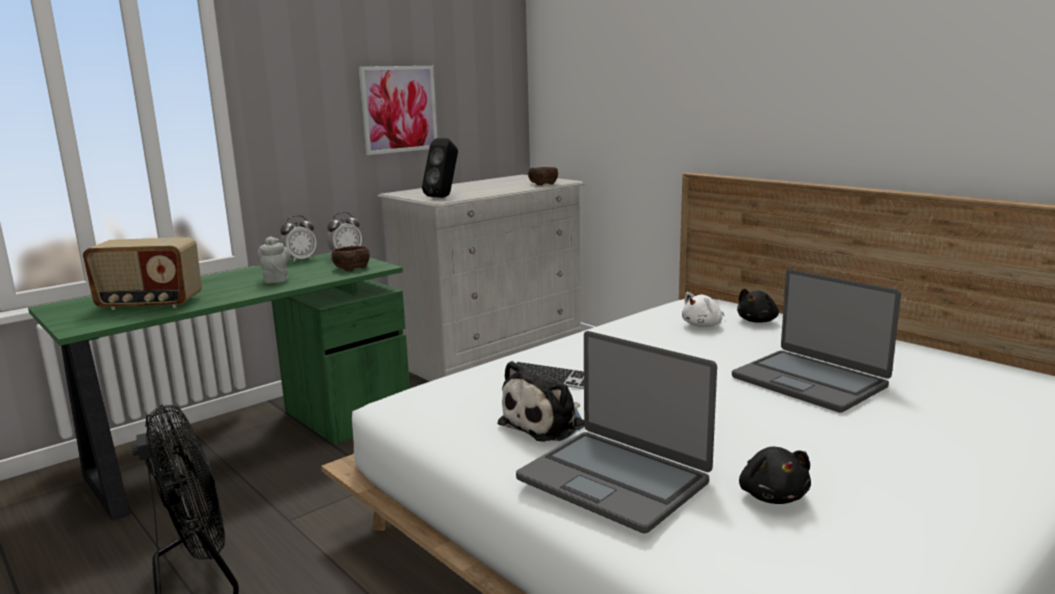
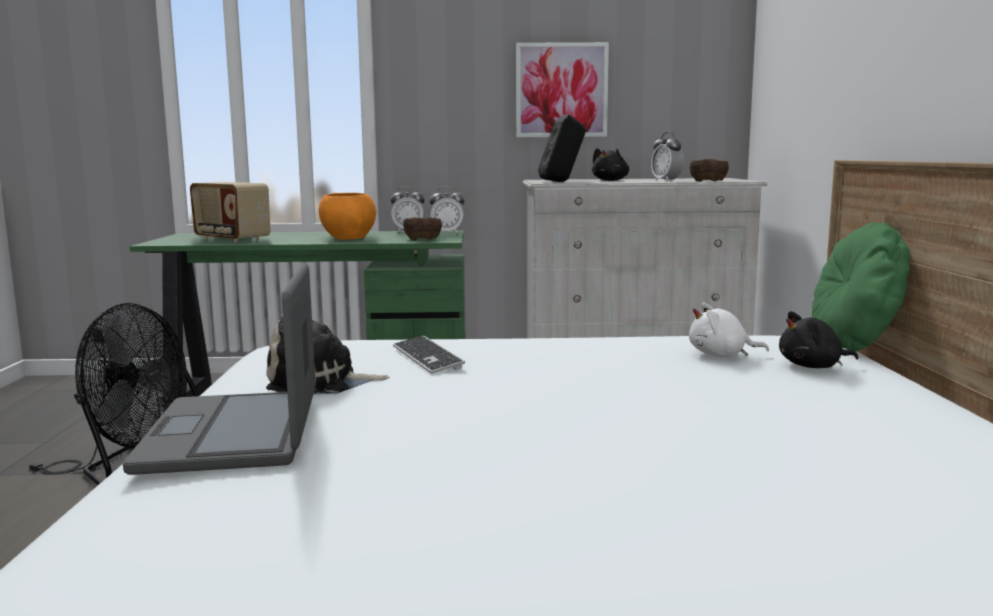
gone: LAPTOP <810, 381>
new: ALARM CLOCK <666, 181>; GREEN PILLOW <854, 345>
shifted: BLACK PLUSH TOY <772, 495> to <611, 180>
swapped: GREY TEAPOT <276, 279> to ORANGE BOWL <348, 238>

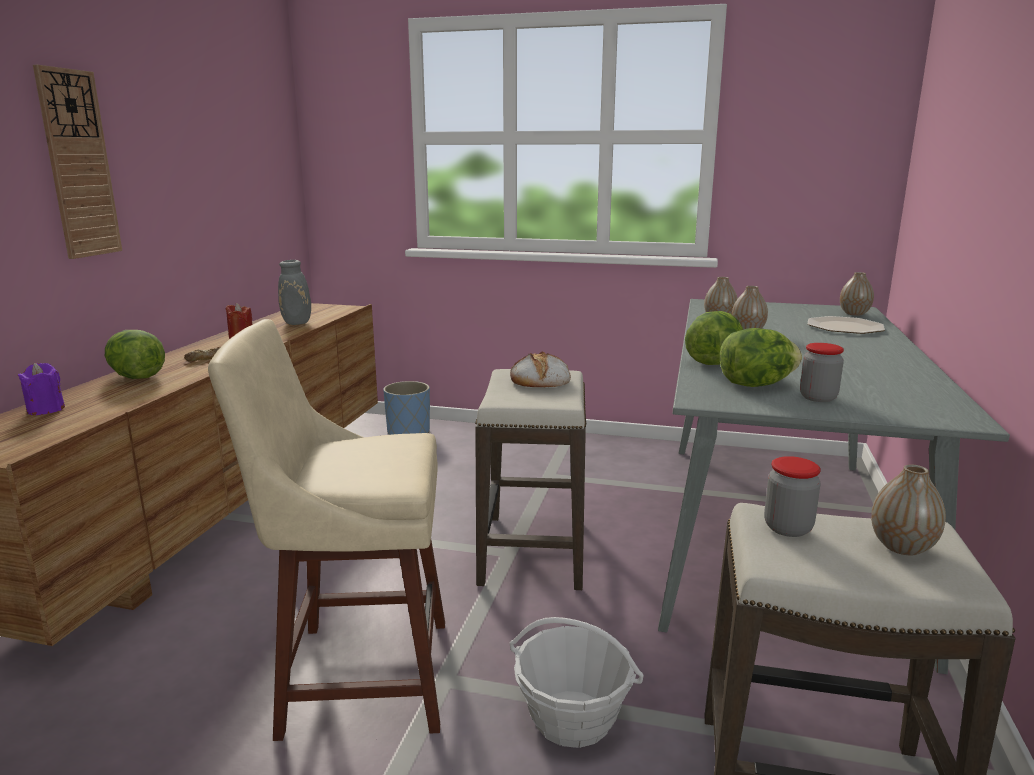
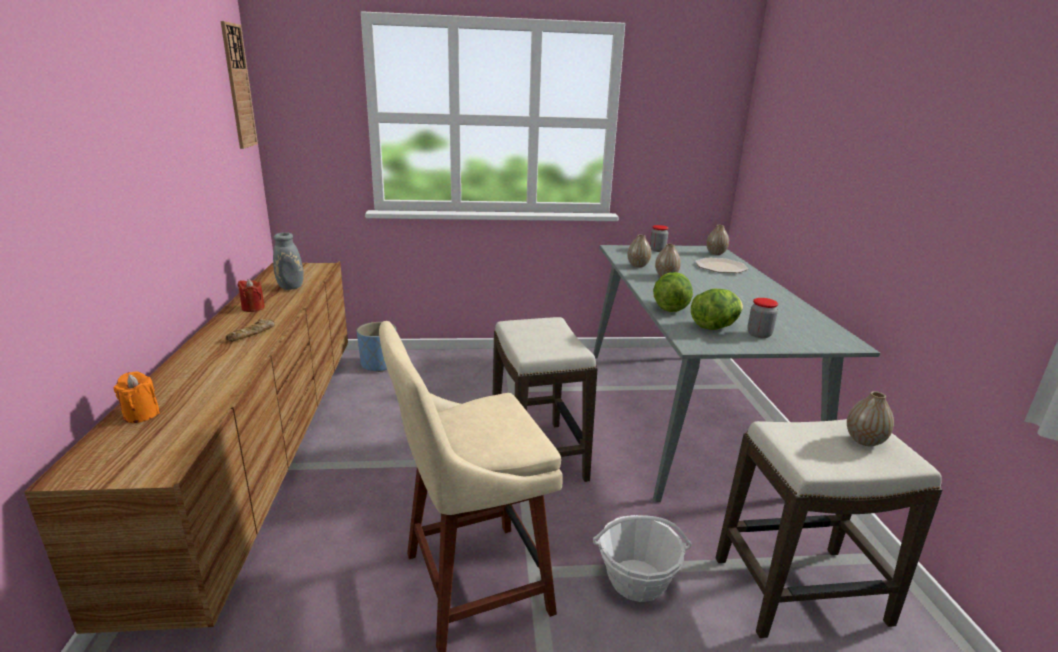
gone: LETTUCE <136, 377>; BREAD <539, 379>
shifted: WALL CLOCK <78, 165> to <238, 86>; JAR <788, 528> to <657, 250>
repainted: PURPLE CANDLE <46, 409> to ORANGE CANDLE <141, 414>

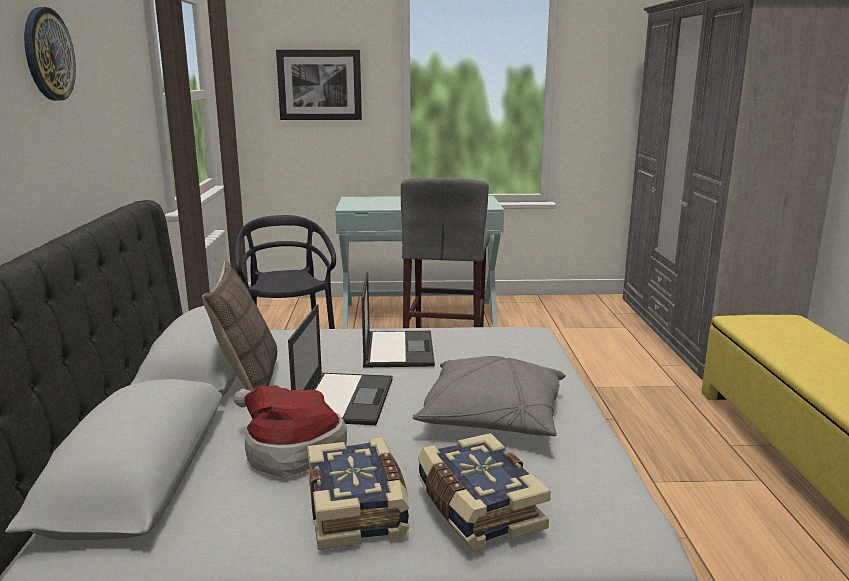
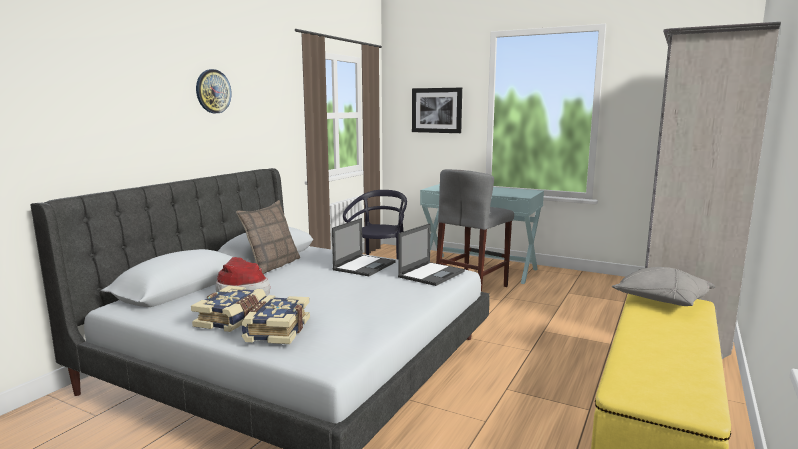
shifted: LAPTOP <345, 398> to <432, 274>; GREY PILLOW <493, 419> to <661, 300>

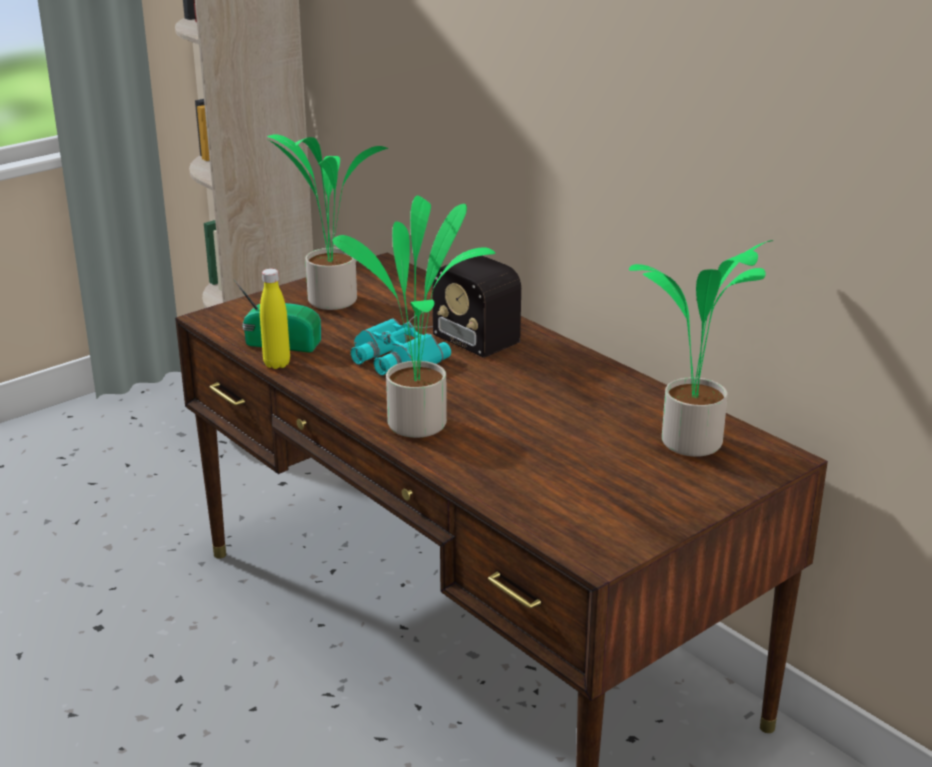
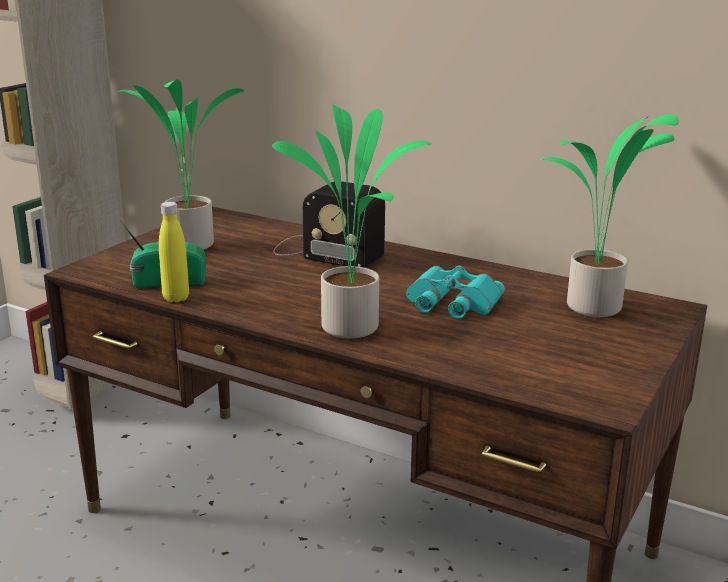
shifted: TURQUOISE BINOCULARS <394, 358> to <451, 303>

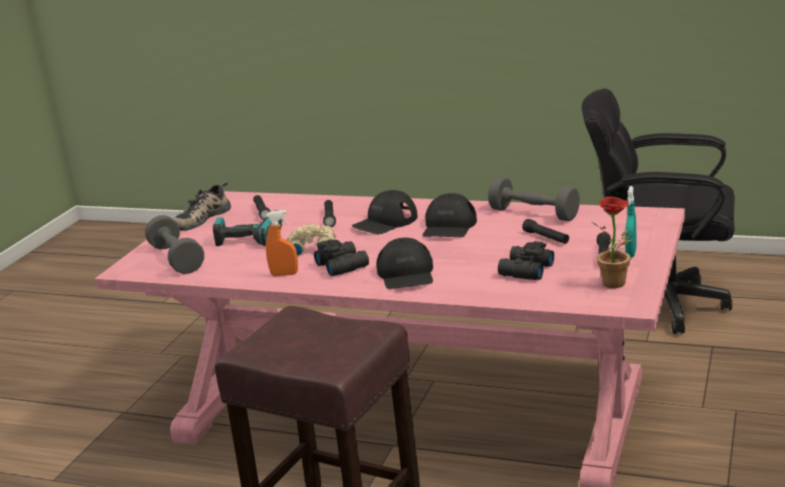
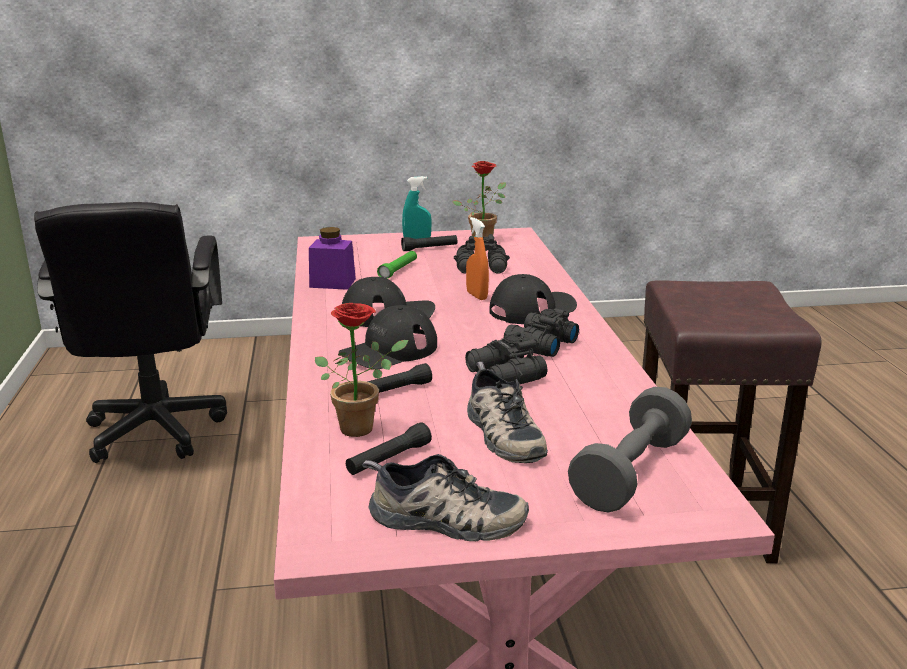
new: POTTED PLANT <363, 426>
shifted: ORANGE SPRAY BOTTLE <284, 274> to <476, 296>
swapped: GREY DUMBBELL <534, 214> to PURPLE JAR <332, 283>; POWER DRILL <251, 237> to SHOE <501, 433>
repainted: BLACK FLASHLIGHT <546, 238> to GREEN FLASHLIGHT <398, 270>; BEIGE BINOCULARS <311, 248> to BLACK BINOCULARS <504, 376>
rotated: BLACK CAP <385, 222> = <389, 350> 120 degrees clockwise

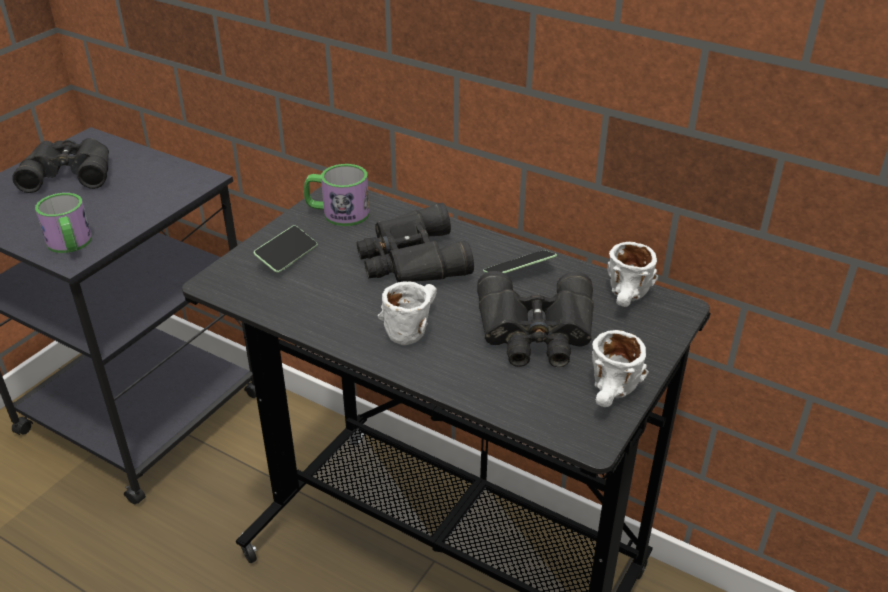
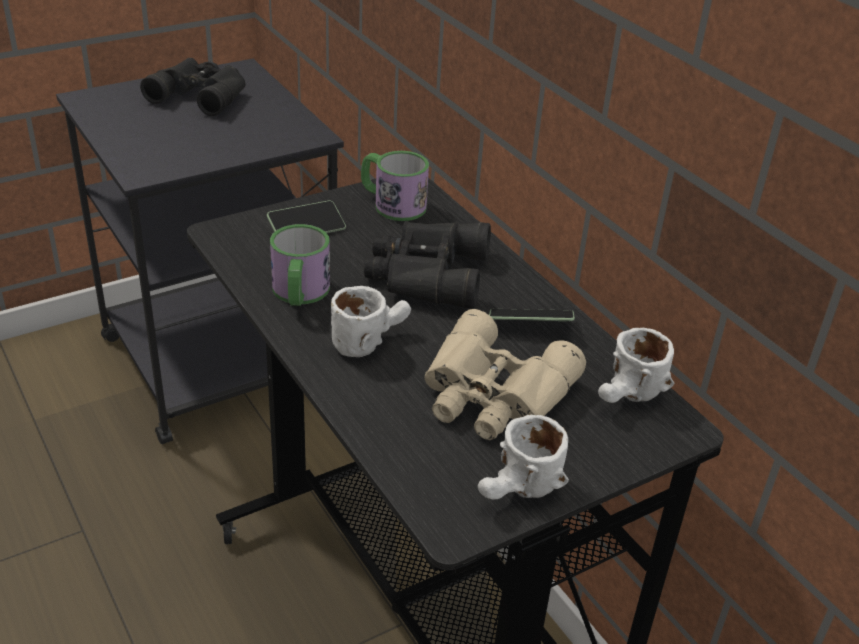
shifted: MUG <70, 245> to <299, 294>
repainted: BLACK BINOCULARS <536, 332> to BEIGE BINOCULARS <493, 394>

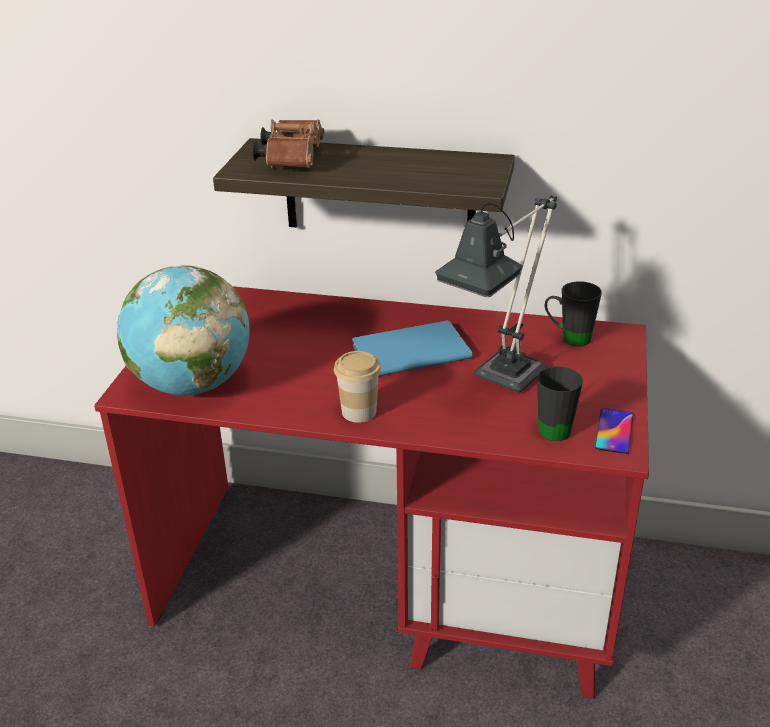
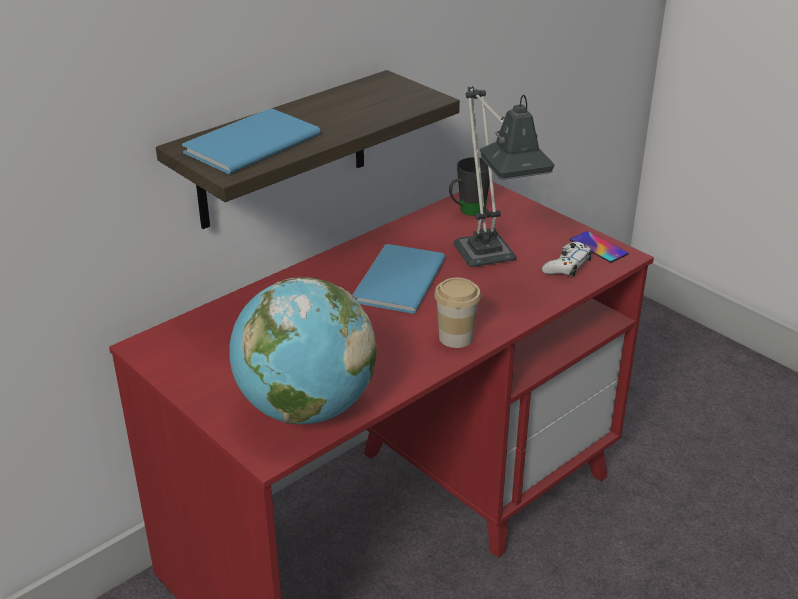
swapped: BROWN BINOCULARS <292, 159> to BLUE BOOK <247, 144>; BLACK MUG <553, 425> to WHITE GAME CONTROLLER <567, 266>

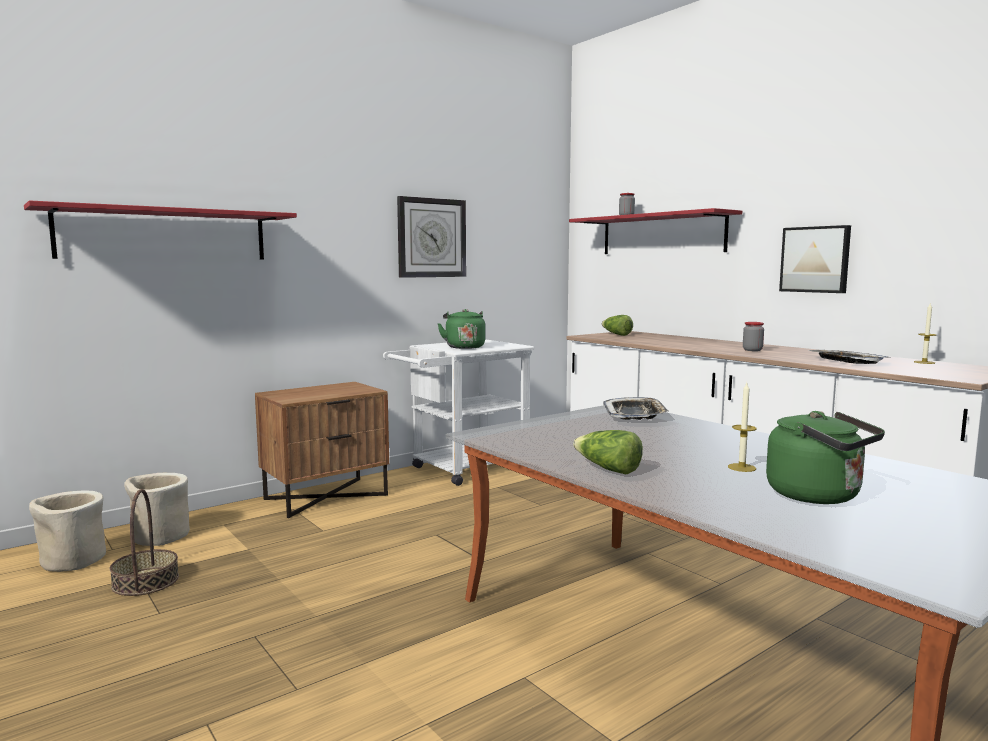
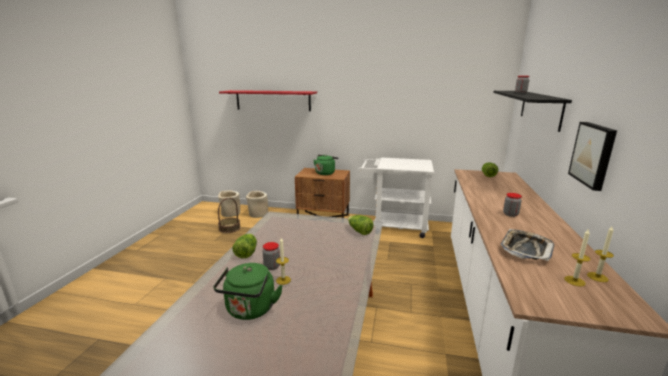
gone: WALL CLOCK <431, 238>
new: JAR <272, 266>; CANDLE <574, 281>
shifted: GREEN KETTLE <464, 347> to <325, 173>
swapped: TRAY <635, 414> to LETTUCE <359, 231>
repainted: RED SHELF <661, 234> to BLACK SHELF <540, 108>

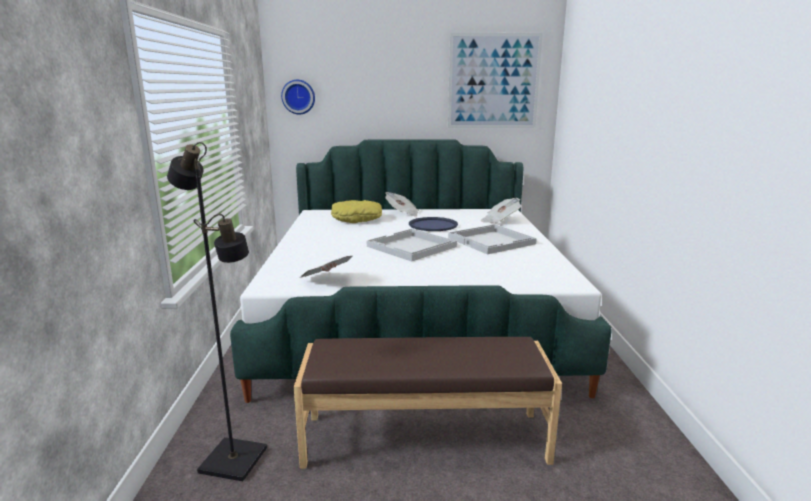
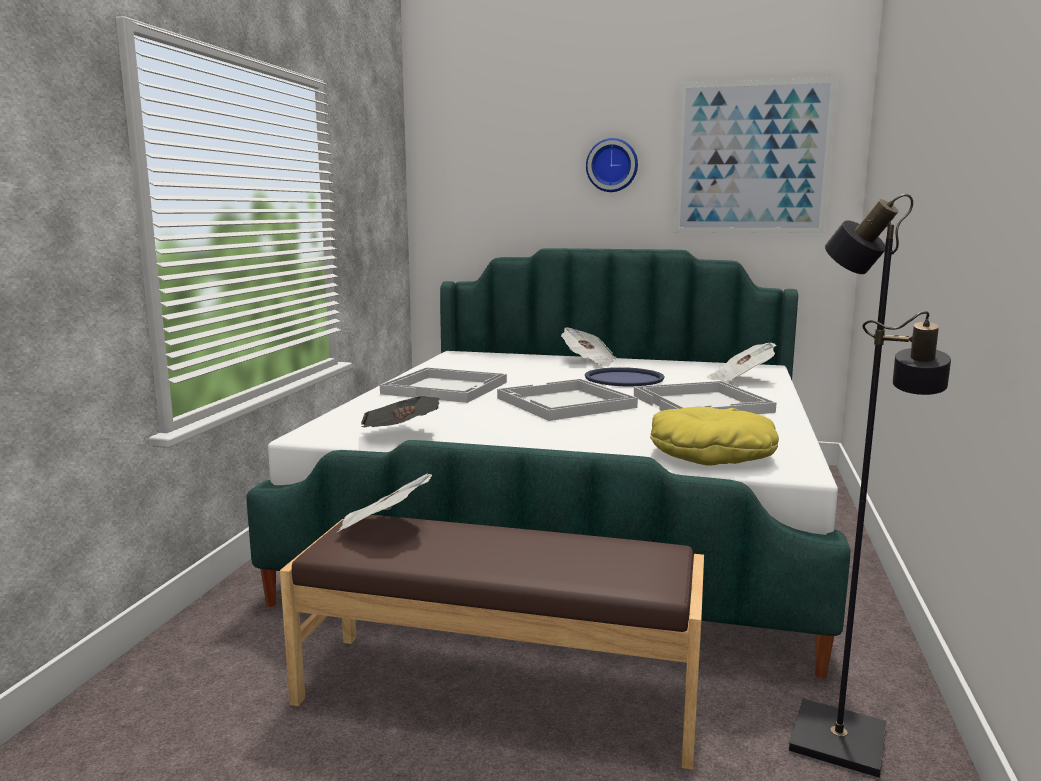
new: NEWSPAPER <383, 527>; WHITE TRAY <446, 388>
shifted: WALL CLOCK <298, 97> to <612, 165>; YELLOW PILLOW <356, 219> to <710, 453>; BLACK FLOOR LAMP <233, 460> to <838, 739>

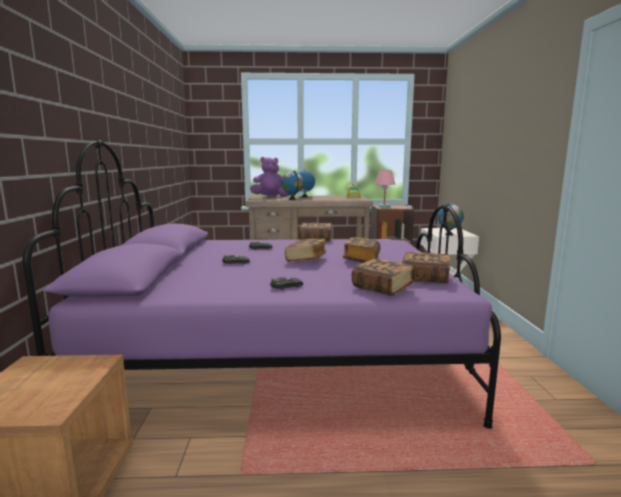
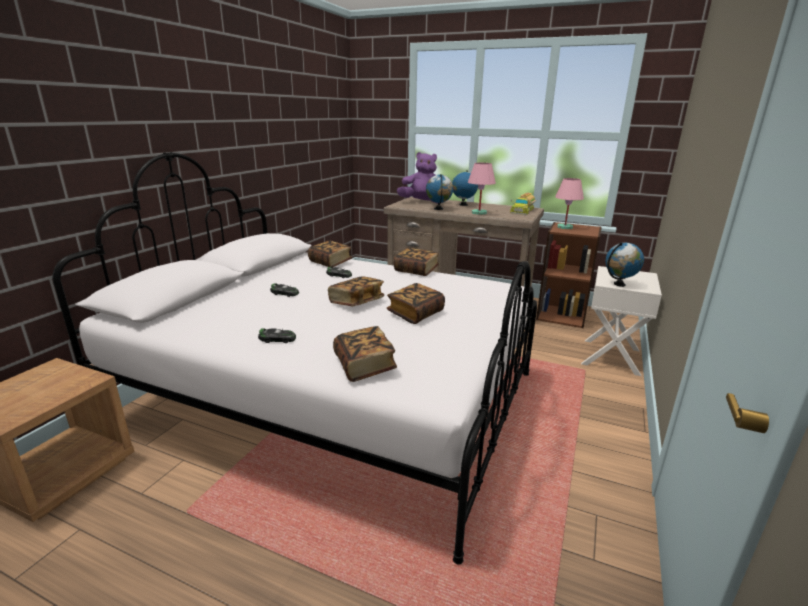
new: PINK TABLE LAMP <479, 213>
shifted: BOOK <425, 278> to <330, 262>
repainted: PURPLE BED <280, 357> to WHITE BED <333, 398>

